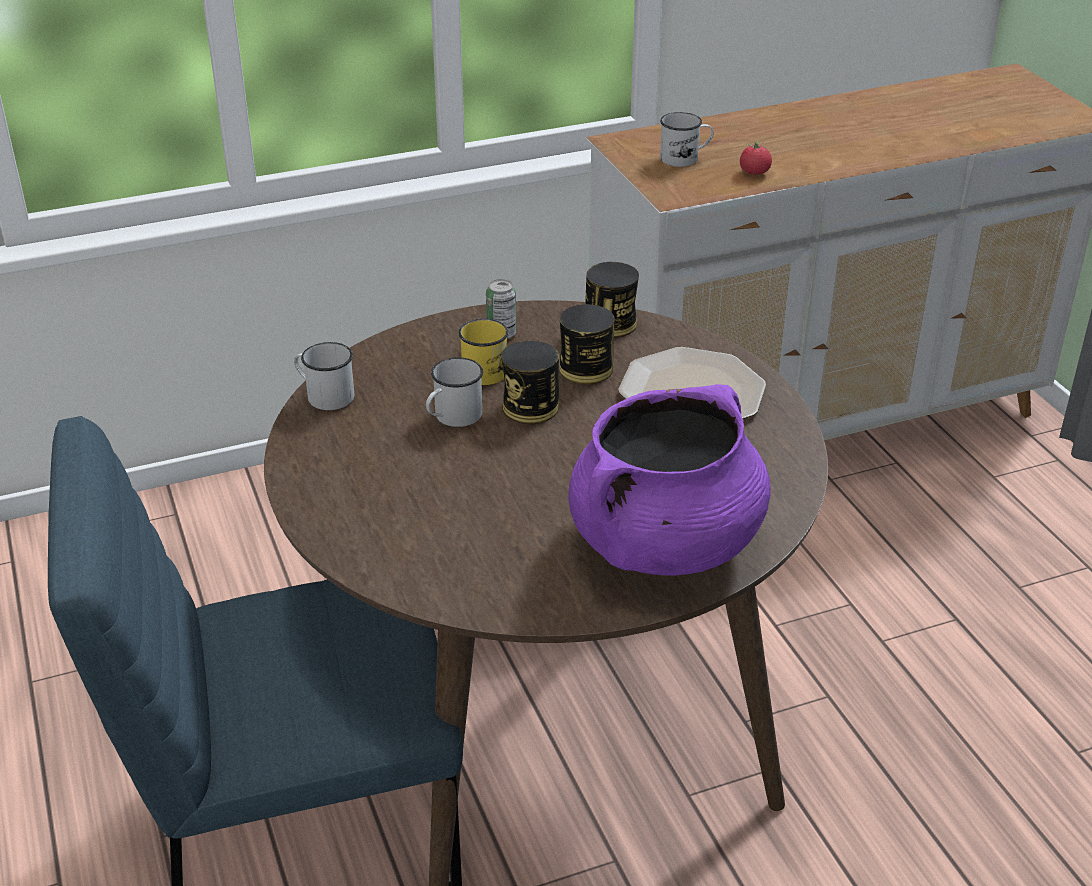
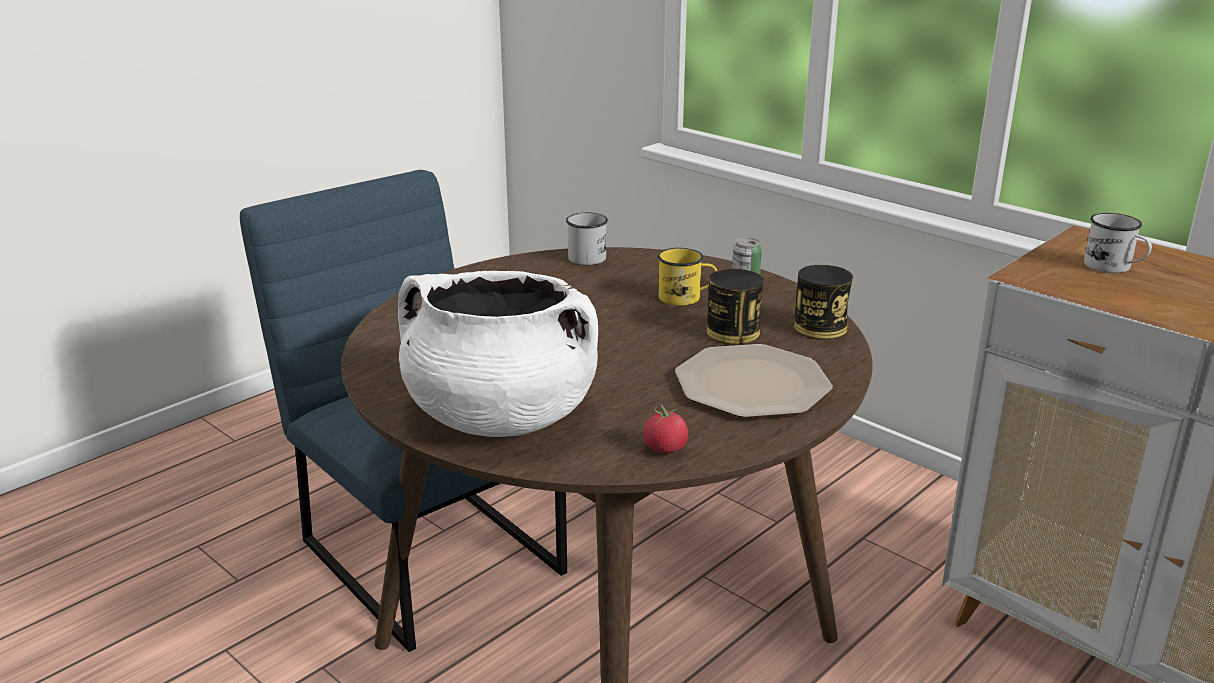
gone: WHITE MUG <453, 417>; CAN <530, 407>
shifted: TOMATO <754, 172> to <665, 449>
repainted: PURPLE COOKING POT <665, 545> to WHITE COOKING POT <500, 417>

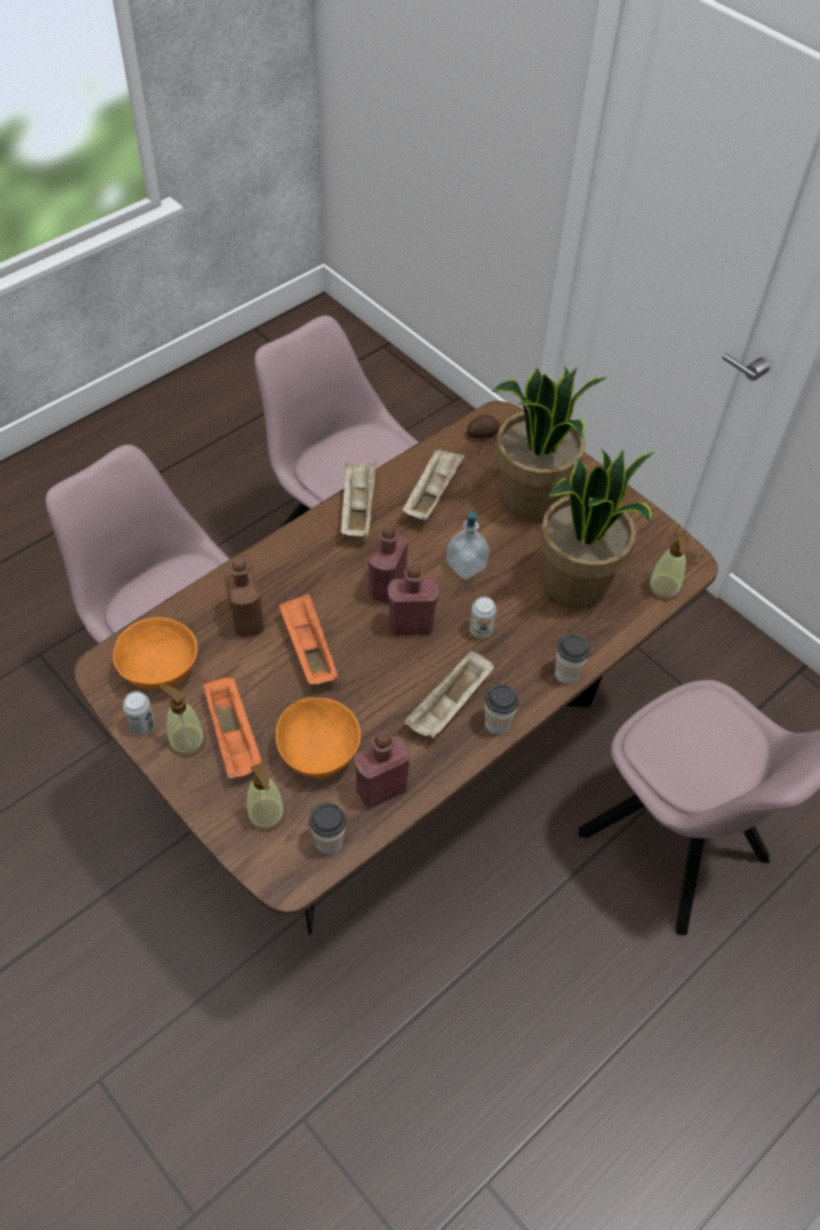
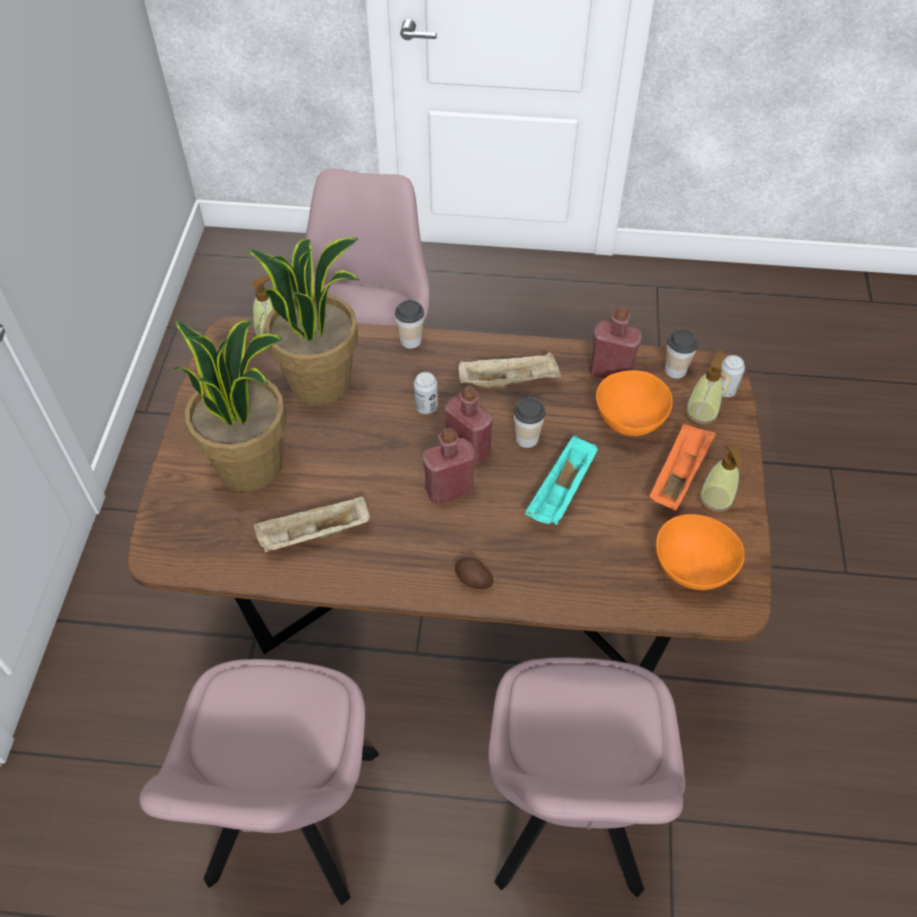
gone: BROWN BOTTLE <247, 620>; BEIGE TRAY <357, 509>; SOAP DISPENSER <466, 566>
shifted: POTATO <482, 433> to <473, 579>; CUP <497, 724> to <527, 438>; CAN <142, 725> to <725, 390>
repainted: ORANGE TRAY <308, 649> to TURQUOISE TRAY <561, 493>

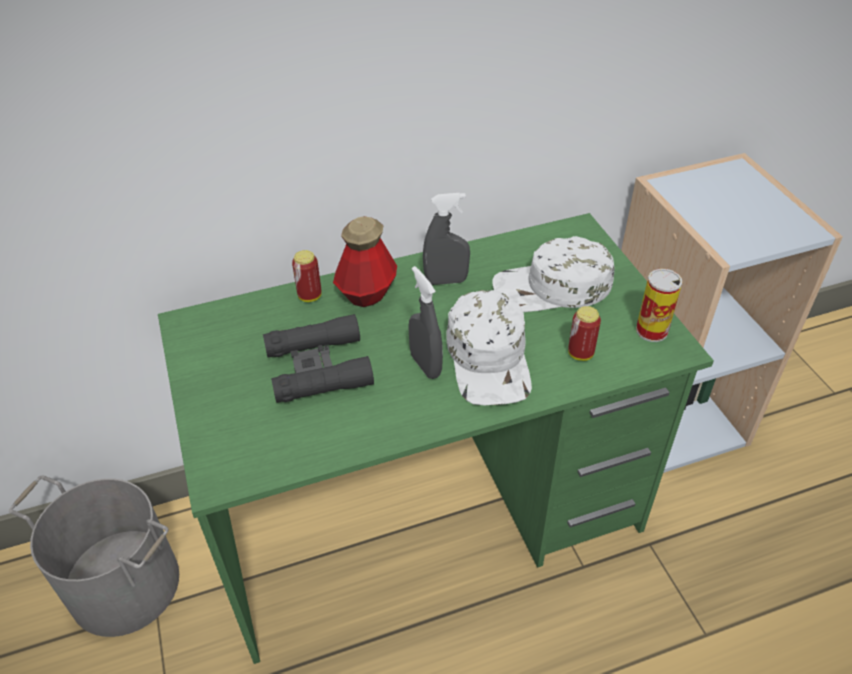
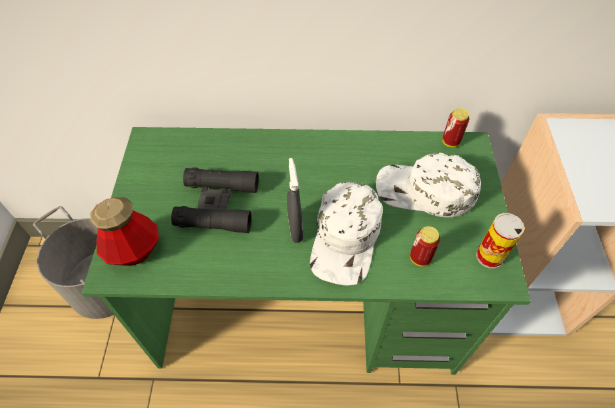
gone: GREY SPRAY BOTTLE <446, 281>
shifted: BOTTLE <367, 293> to <134, 251>; CAN <310, 296> to <450, 142>

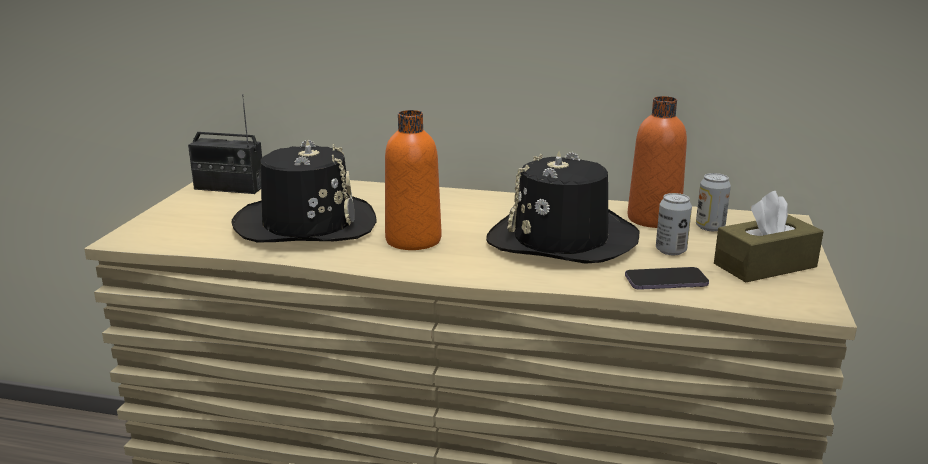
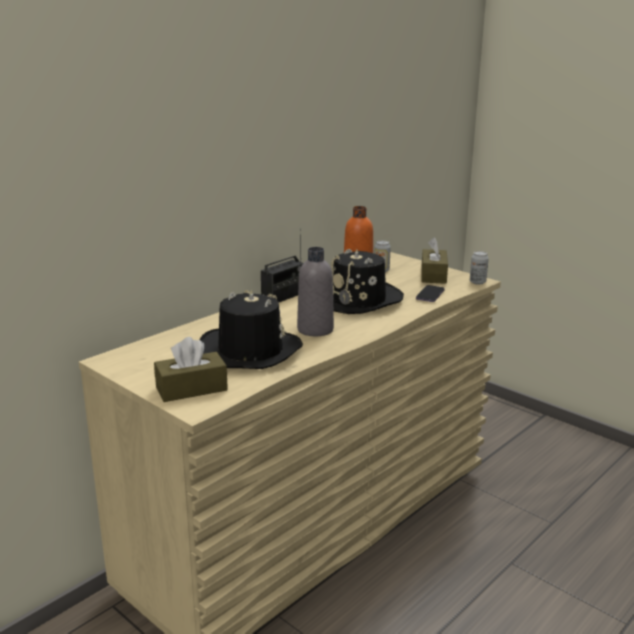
new: BROWN TISSUE BOX <191, 388>
shifted: RADIO <229, 188> to <283, 296>; CAN <670, 250> to <477, 282>
repainted: ORANGE BOTTLE <413, 240> to GREY BOTTLE <315, 330>

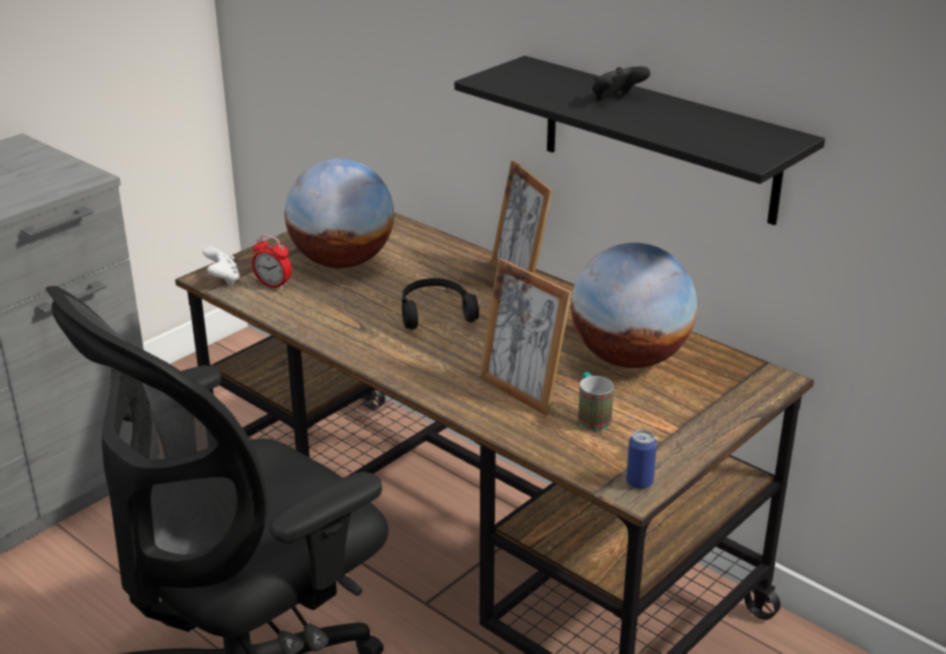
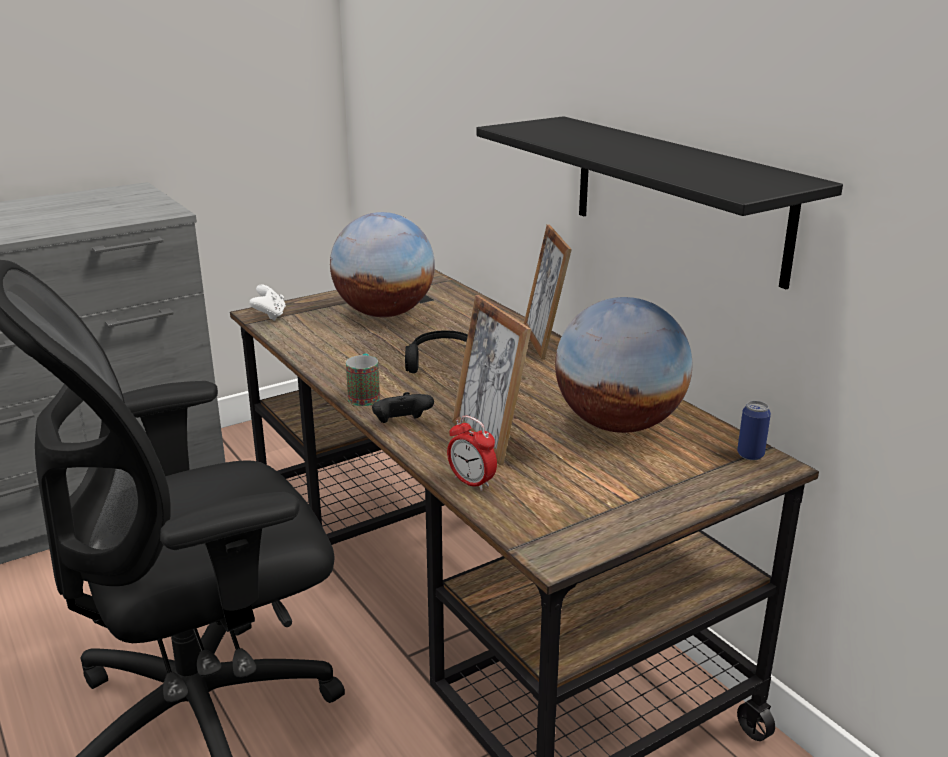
shifted: MUG <592, 417> to <364, 396>; BLACK GAME CONTROLLER <616, 99> to <401, 424>; ALARM CLOCK <273, 285> to <472, 482>; CAN <639, 482> to <750, 455>

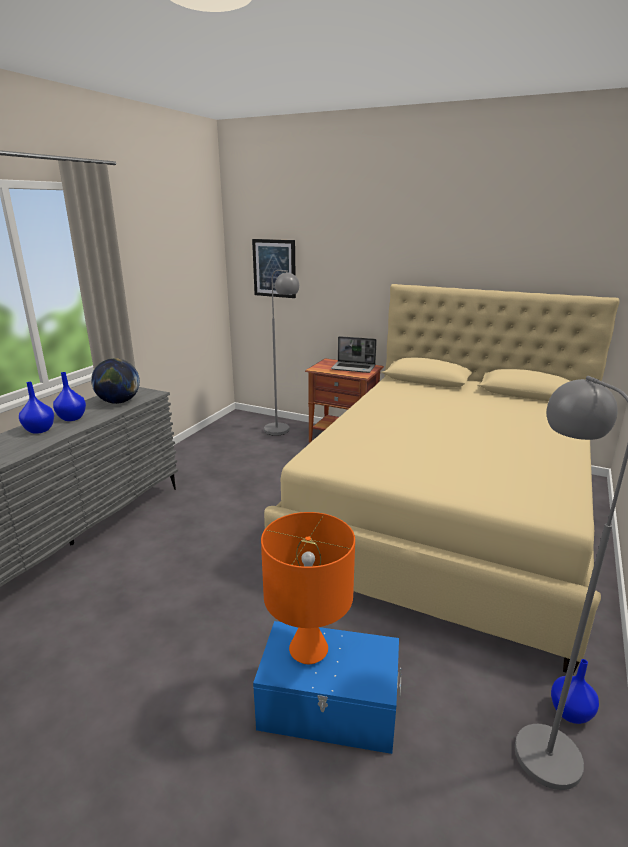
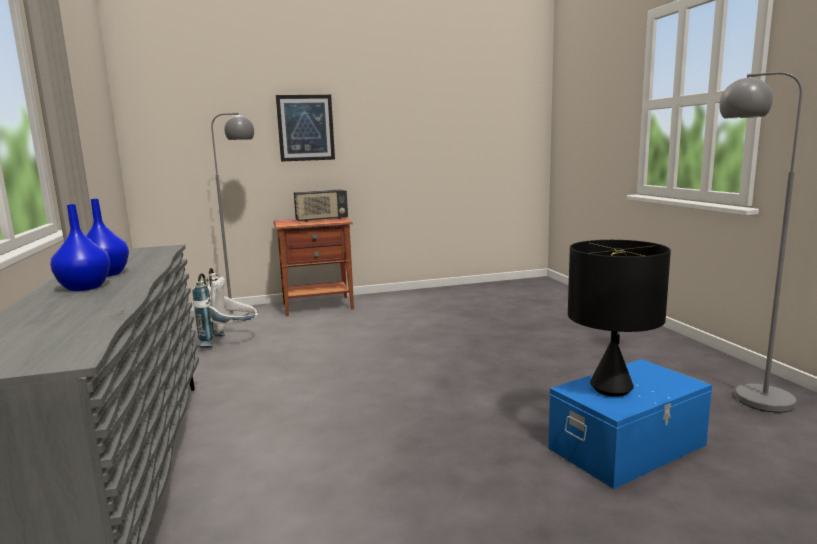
gone: GLOBE <119, 402>; BEIGE BED <448, 517>; BLUE VASE <569, 712>
new: WHITE BACKPACK <230, 342>
shifted: PICTURE <274, 268> to <305, 128>
swapped: LAPTOP <354, 368> to RADIO <321, 220>
repainted: ORANGE TABLE LAMP <308, 652> to BLACK TABLE LAMP <611, 389>

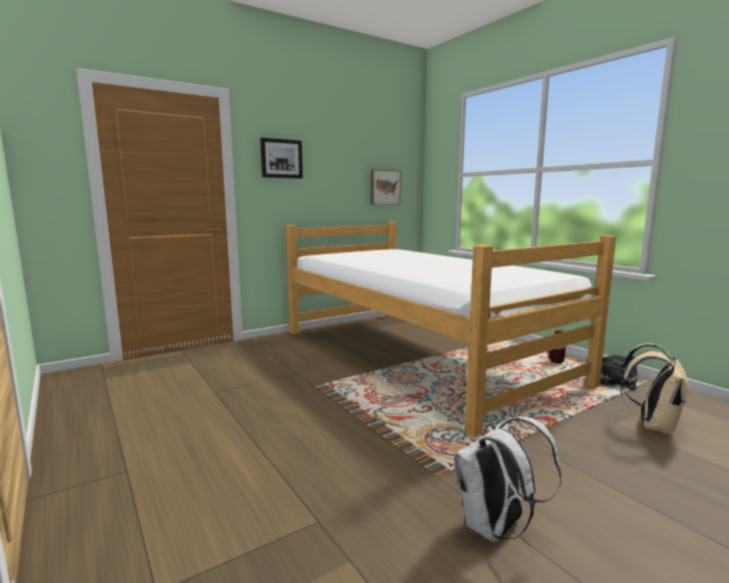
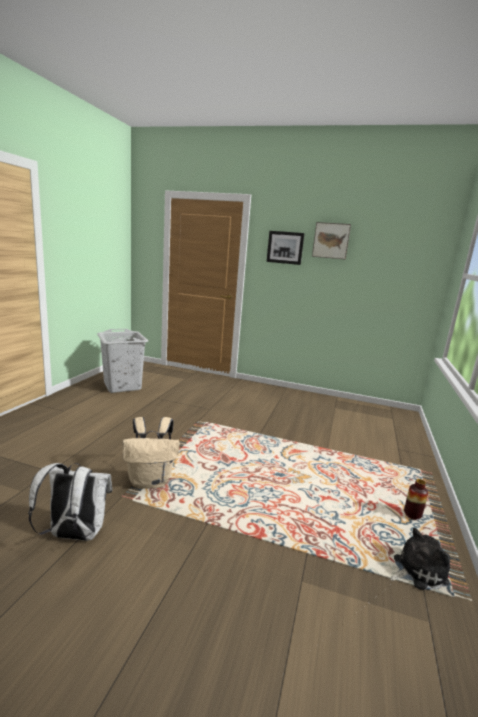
gone: BED <418, 355>
new: GREY LAUNDRY BASKET <122, 386>
shifted: BEIGE BACKPACK <653, 425> to <151, 481>; PICTURE <384, 187> to <331, 240>

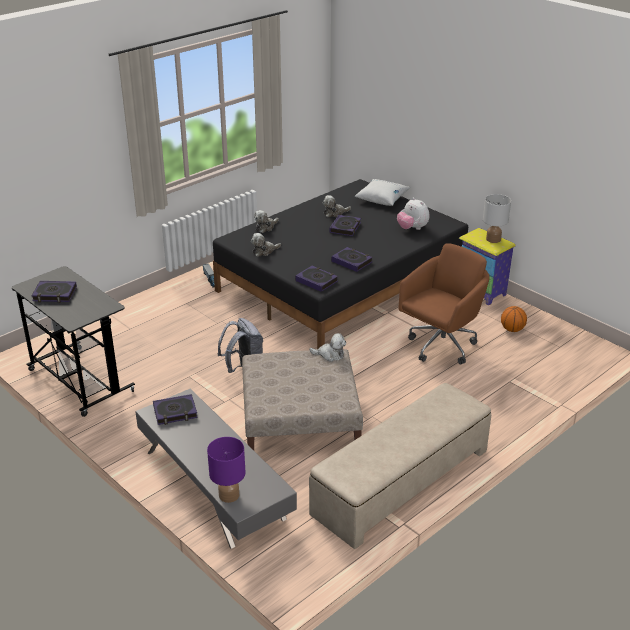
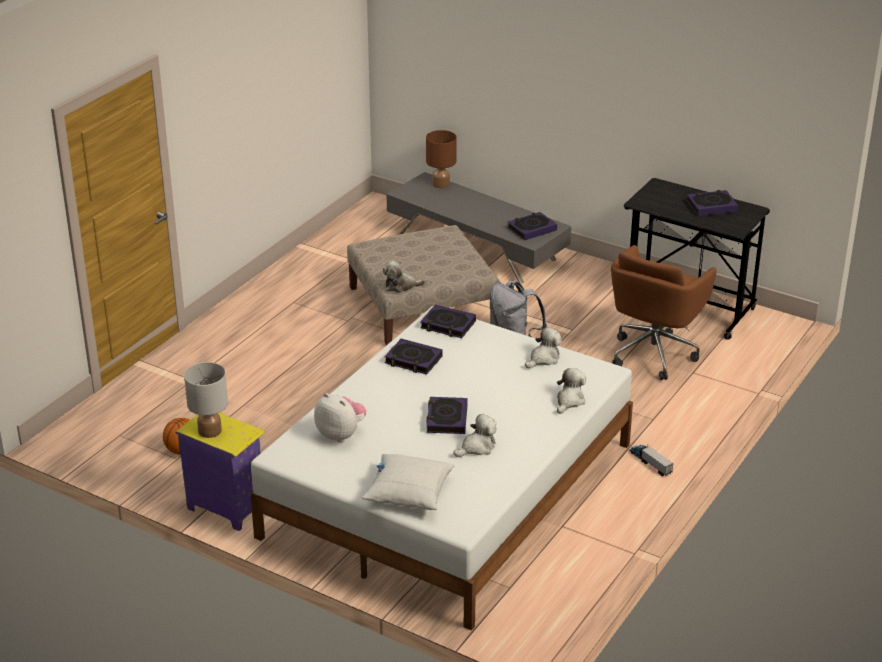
gone: BEIGE BENCH <401, 482>
shifted: BROWN OFFICE CHAIR <440, 348> to <654, 353>
repainted: BLACK BED <342, 283> to WHITE BED <448, 489>; PURPLE TABLE LAMP <229, 495> to BROWN TABLE LAMP <440, 184>

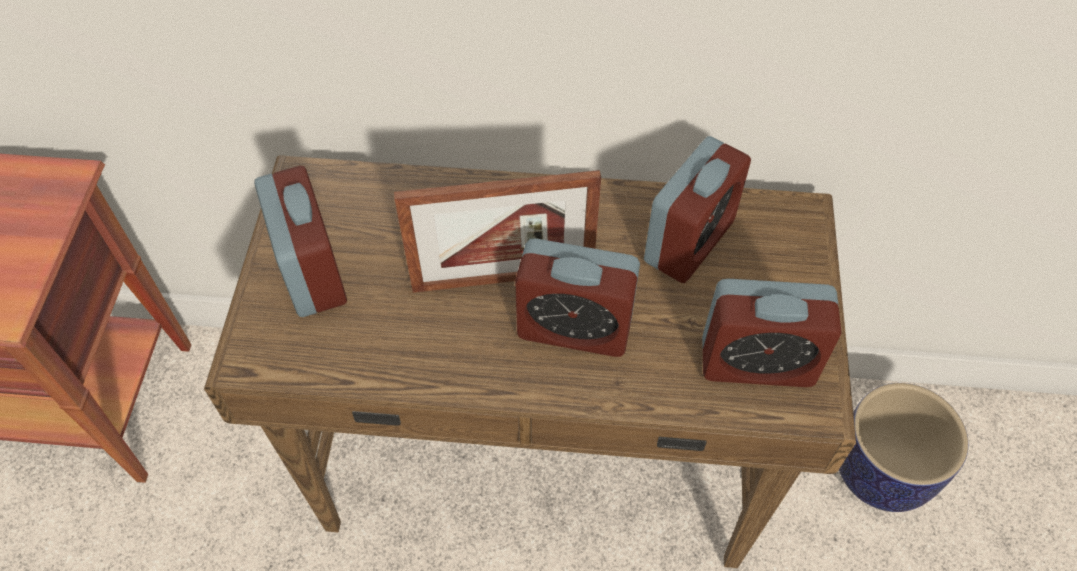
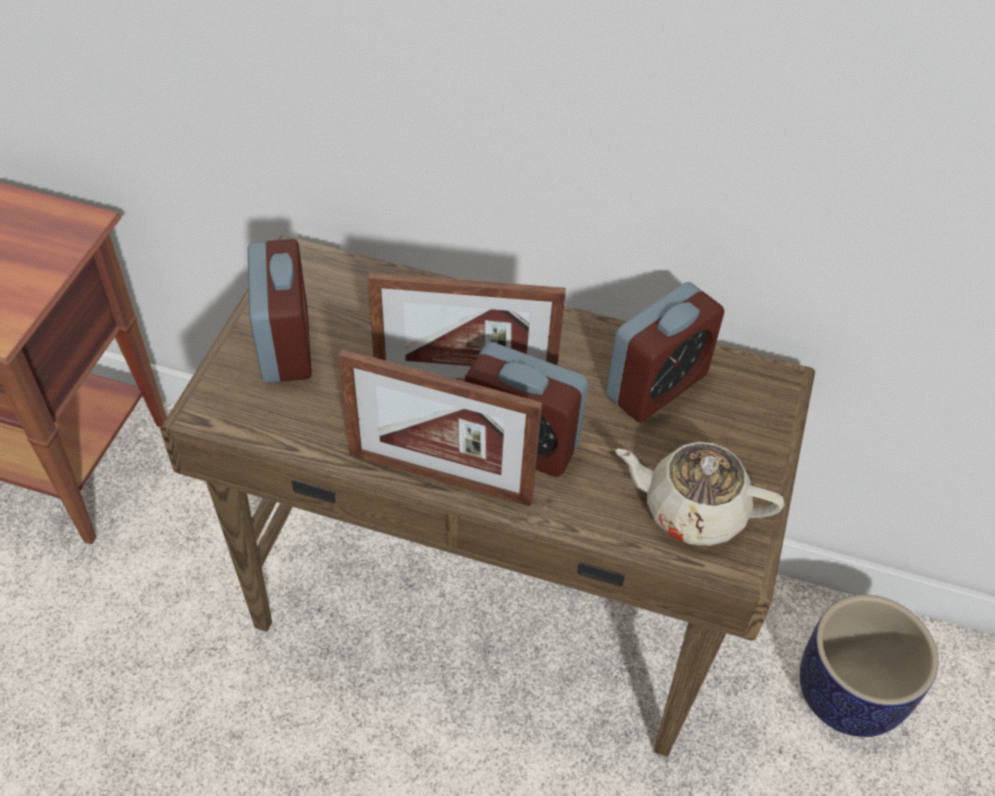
new: PICTURE FRAME <440, 477>
swapped: ALARM CLOCK <757, 362> to BEIGE TEAPOT <692, 509>

